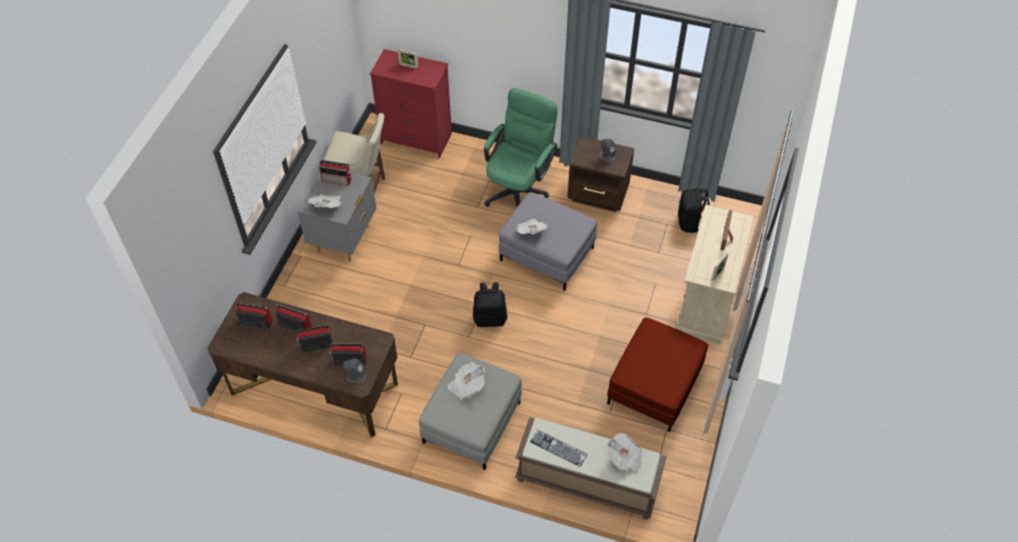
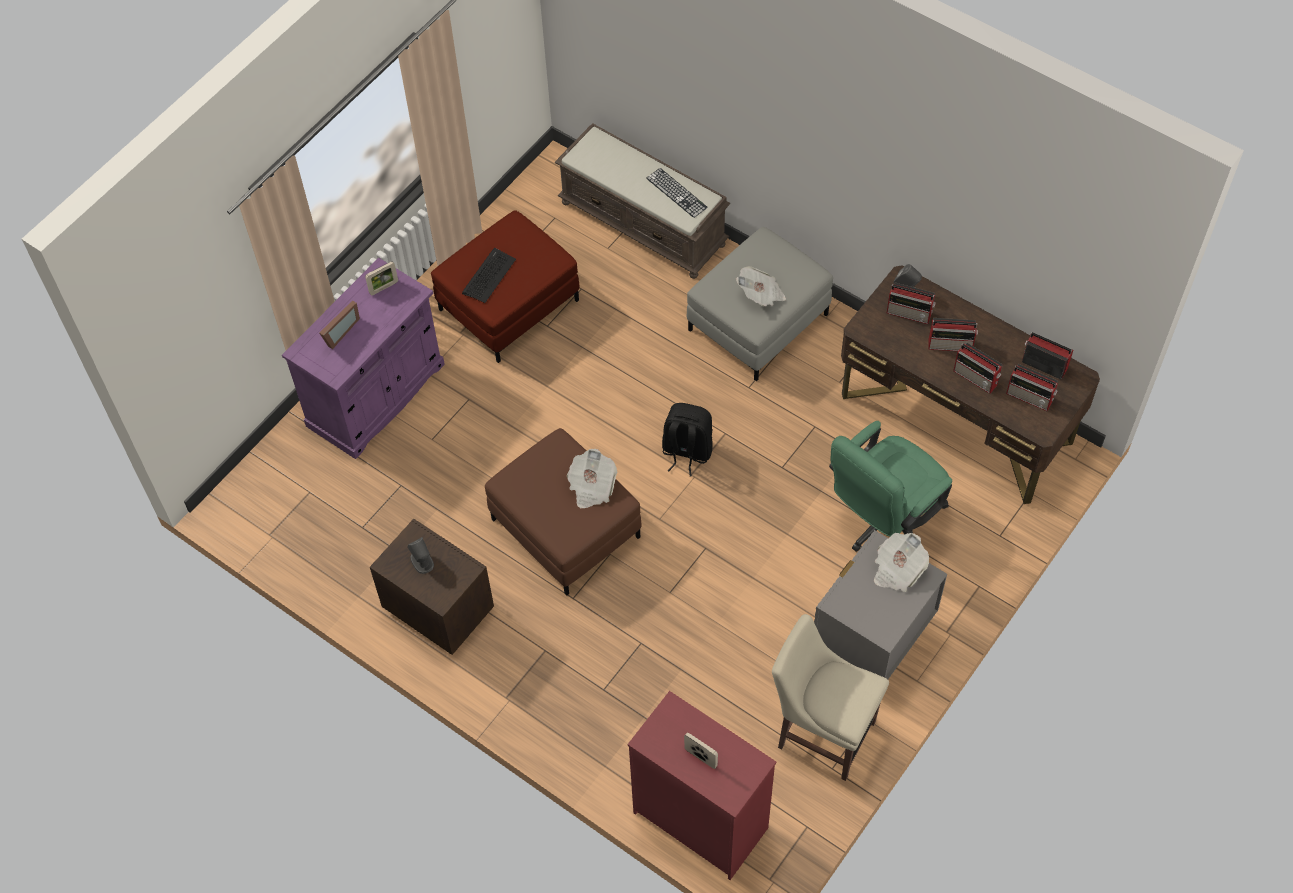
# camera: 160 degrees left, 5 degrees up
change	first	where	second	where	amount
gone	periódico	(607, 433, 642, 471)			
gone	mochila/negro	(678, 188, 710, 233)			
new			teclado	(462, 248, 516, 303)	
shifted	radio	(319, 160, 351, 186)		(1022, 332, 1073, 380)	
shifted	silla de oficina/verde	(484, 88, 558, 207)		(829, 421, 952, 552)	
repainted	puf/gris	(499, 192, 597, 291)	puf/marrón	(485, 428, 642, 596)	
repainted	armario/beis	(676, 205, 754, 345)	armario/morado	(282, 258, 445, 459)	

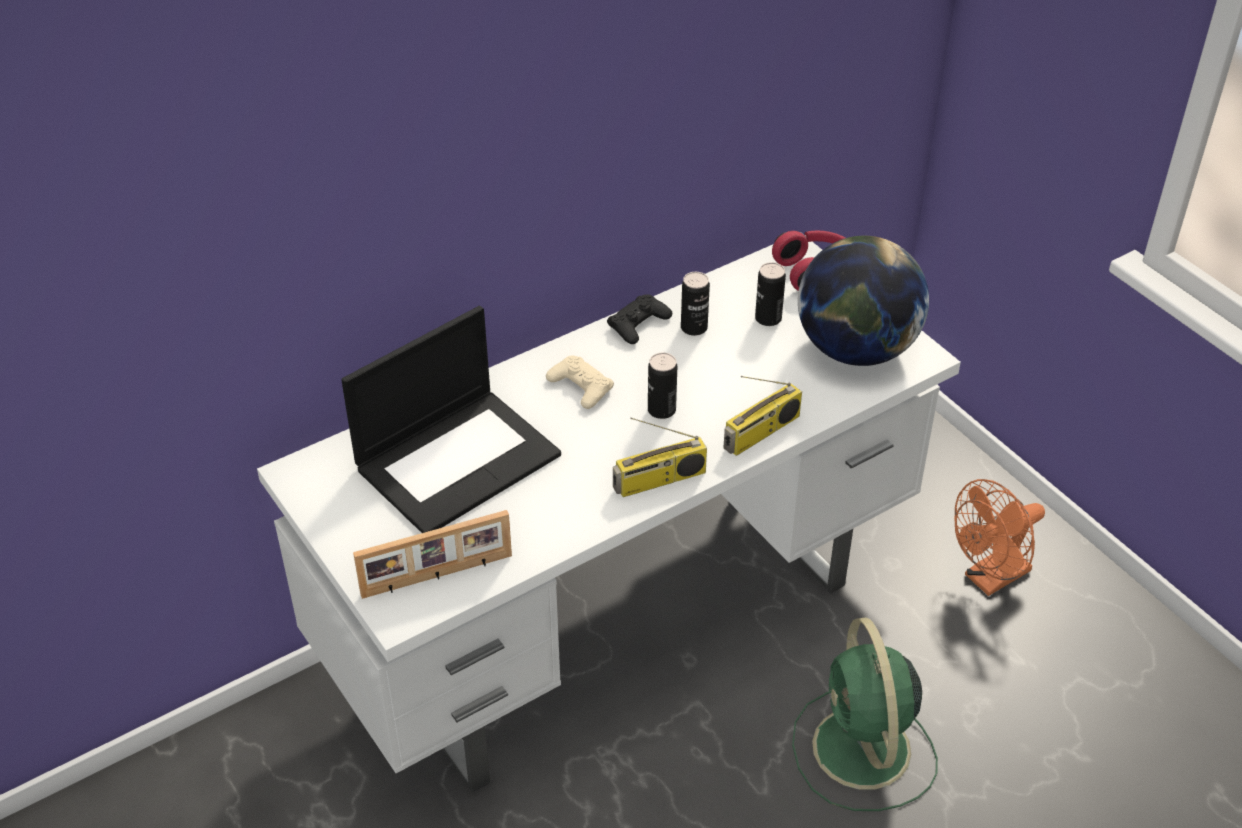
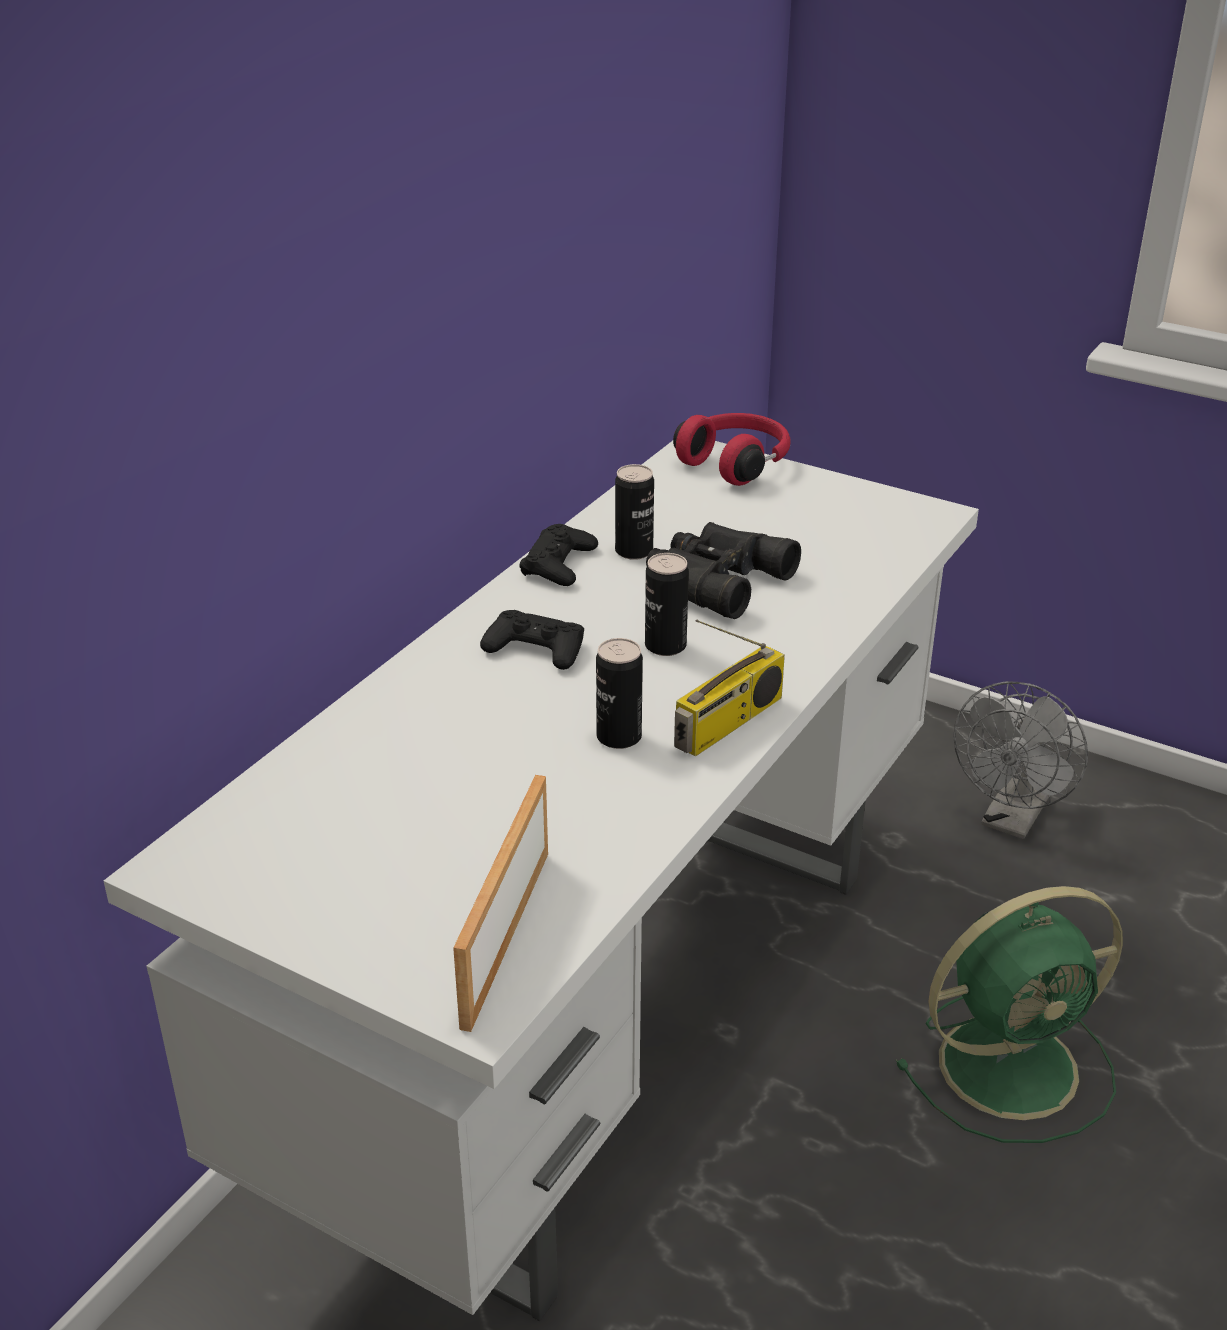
# camera: 25 degrees left, 10 degrees down
change	first	where	second	where	amount
gone	portátil	(341, 306, 561, 533)			
gone	radio	(723, 376, 802, 456)			
gone	globo terráqueo	(798, 236, 929, 366)			
new			prismáticos/negro	(646, 522, 801, 619)	
shifted	lata	(755, 262, 786, 326)		(596, 638, 643, 749)	
repainted	mando de consola/beis	(546, 356, 614, 409)	mando de consola/negro	(480, 610, 584, 670)	
repainted	ventilador/naranja	(954, 479, 1045, 596)	ventilador/gris	(953, 681, 1088, 839)	
rotated	portarretratos	(353, 510, 512, 599)		(453, 775, 548, 1032)	150 degrees clockwise
rotated	ventilador/verde	(792, 617, 938, 811)		(896, 886, 1123, 1143)	75 degrees counterclockwise

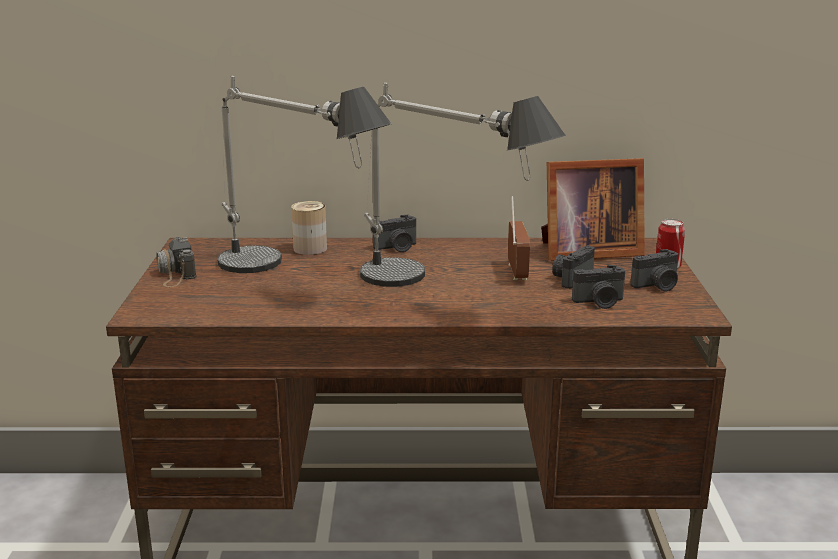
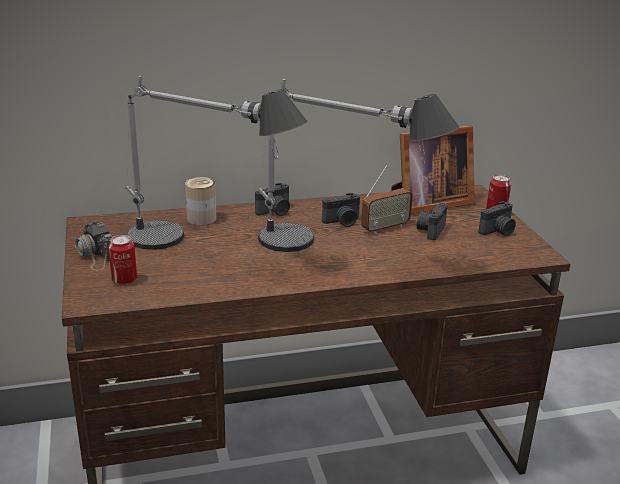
# camera: 15 degrees left, 5 degrees up
change	first	where	second	where	amount
new			lata	(108, 235, 137, 285)	
shifted	cámara	(572, 265, 625, 309)		(322, 193, 360, 227)	
rotated	radio	(508, 196, 530, 280)		(361, 165, 413, 234)	75 degrees clockwise

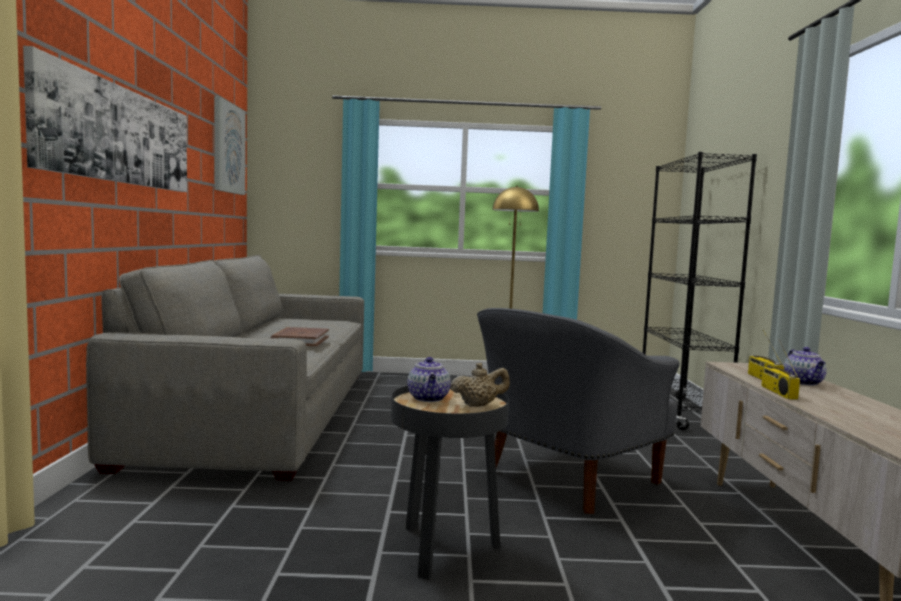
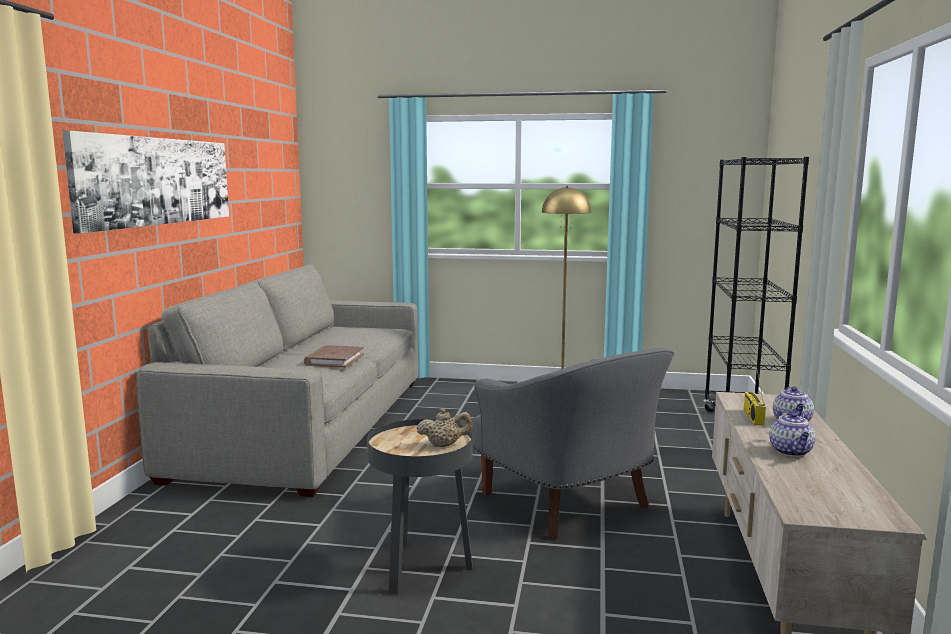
# camera: 10 degrees right, 5 degrees up
change	first	where	second	where	amount
gone	cuadro	(214, 96, 246, 195)			
gone	radio	(761, 338, 800, 400)			
shifted	tetera	(407, 357, 451, 402)		(769, 411, 815, 457)	
rotated	sillón/gris	(477, 308, 680, 514)		(472, 348, 674, 539)	90 degrees counterclockwise

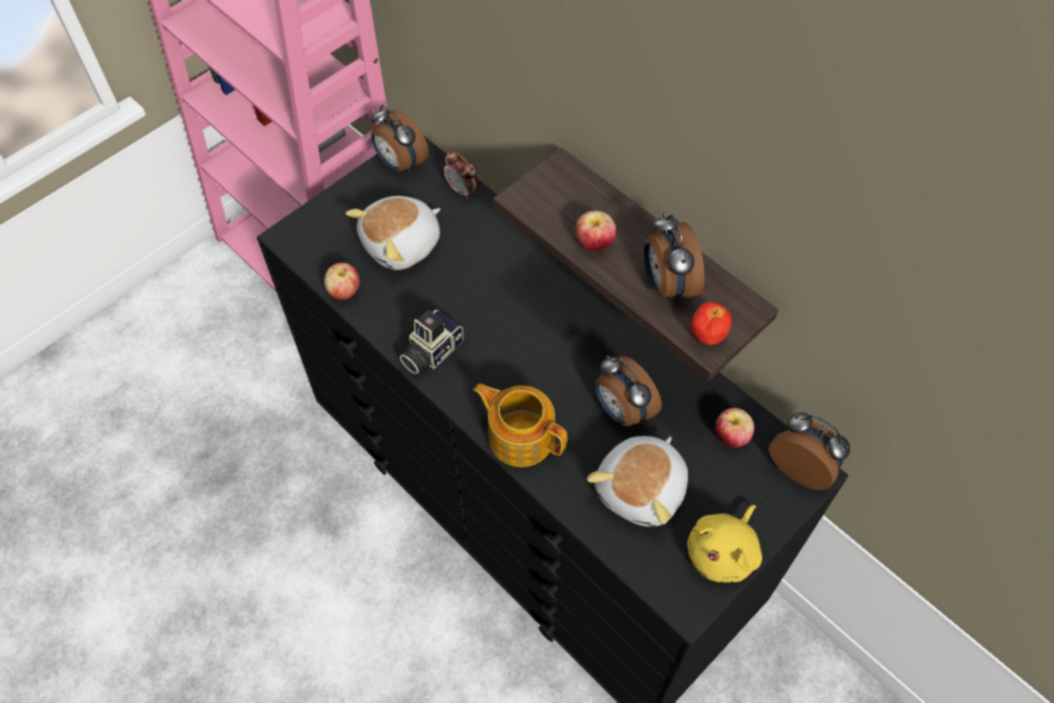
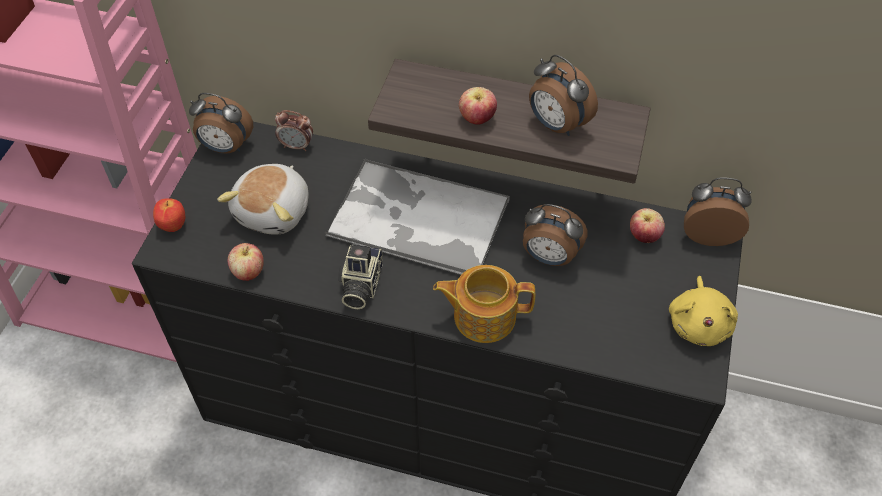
# camera: 30 degrees left, 5 degrees down
change	first	where	second	where	amount
gone	peluche	(587, 436, 688, 527)			
new			bandeja	(325, 159, 510, 275)	
shifted	manzana	(691, 302, 731, 345)		(153, 198, 186, 232)	

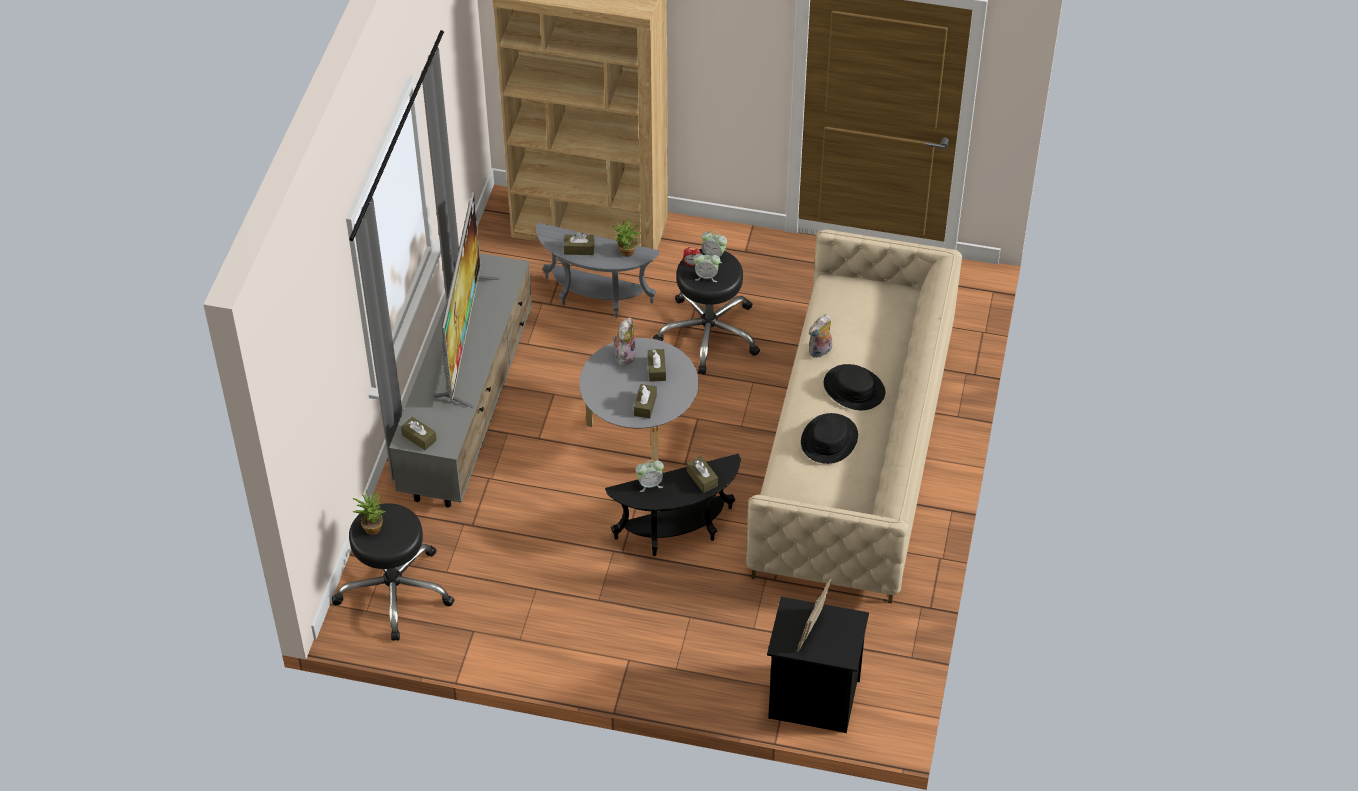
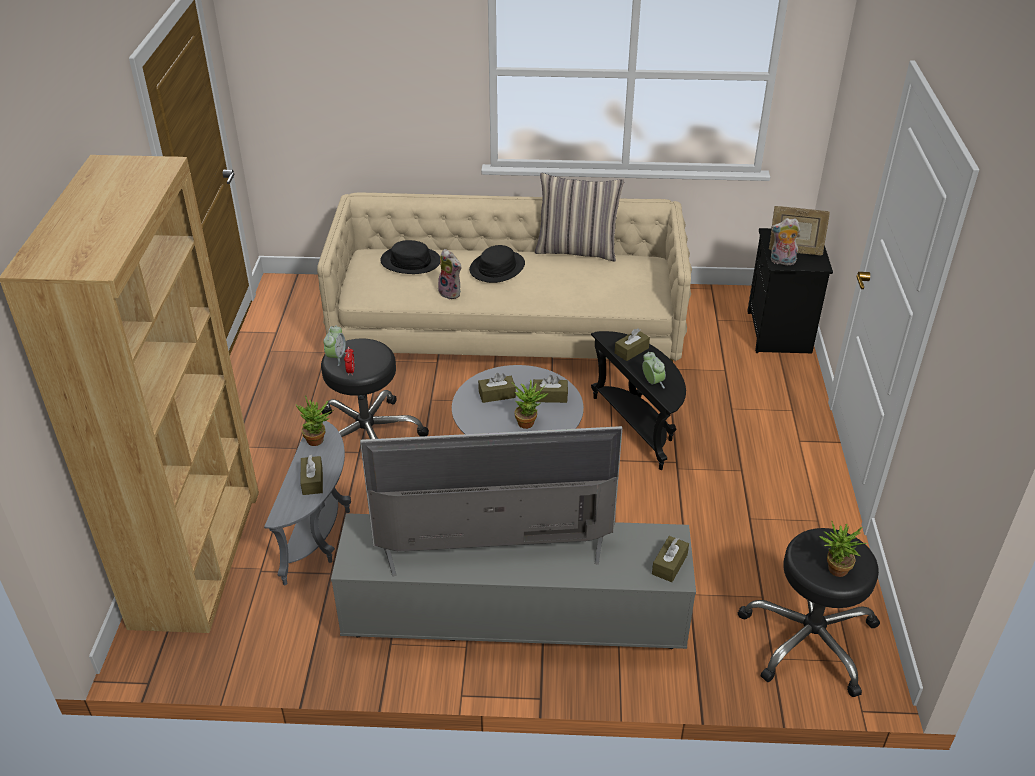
# camera: 100 degrees left, 10 degrees down
change	first	where	second	where	amount
gone	despertador	(694, 252, 720, 282)			
new			planta en maceta	(512, 380, 549, 429)	
new			cojín	(535, 173, 624, 261)	
shifted	peluche	(613, 318, 636, 366)		(771, 218, 800, 265)	
shifted	sombrero/negro	(801, 413, 858, 464)		(380, 240, 440, 274)	

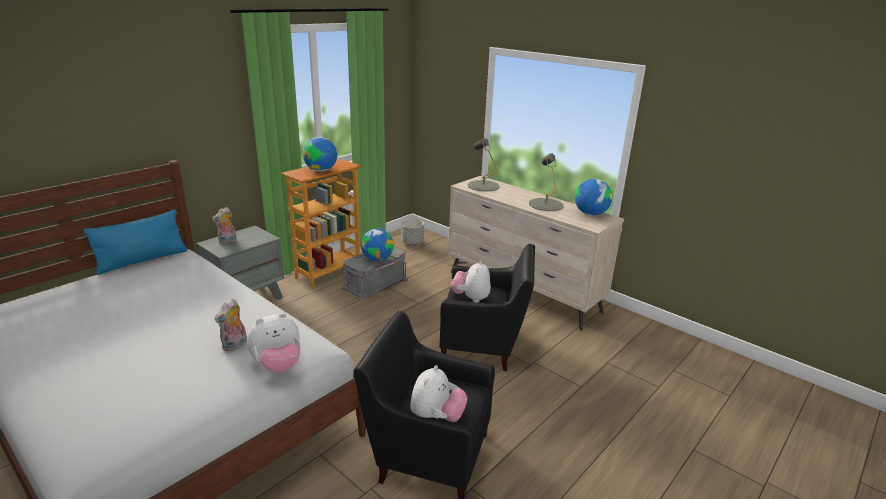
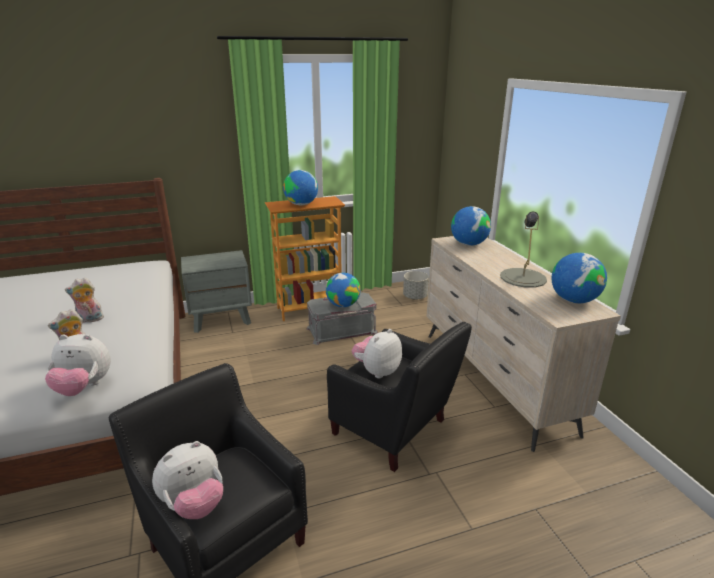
# camera: 30 degrees right, 0 degrees up
change	first	where	second	where	amount
gone	cojín/azul	(83, 209, 188, 275)			
shifted	peluche	(212, 207, 237, 244)		(65, 277, 104, 323)	
swapped	lámpara de mesa/gris	(468, 138, 500, 192)	globo terráqueo	(451, 206, 491, 246)	

